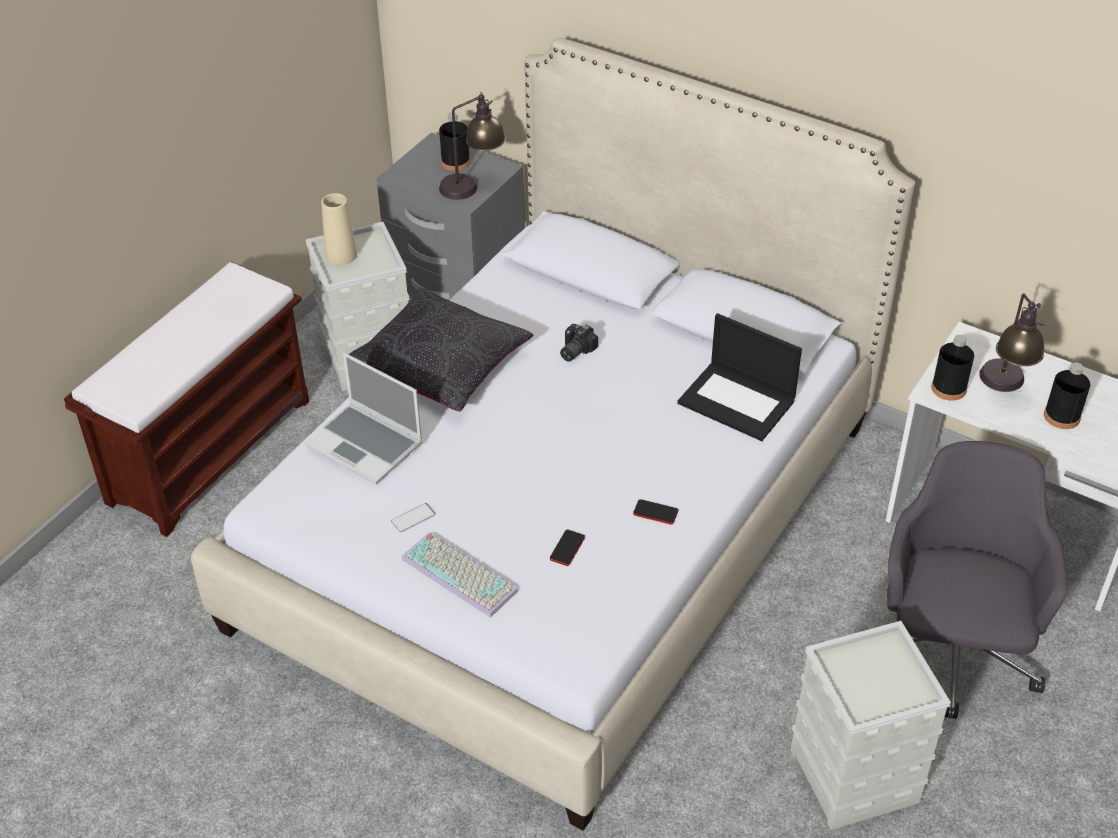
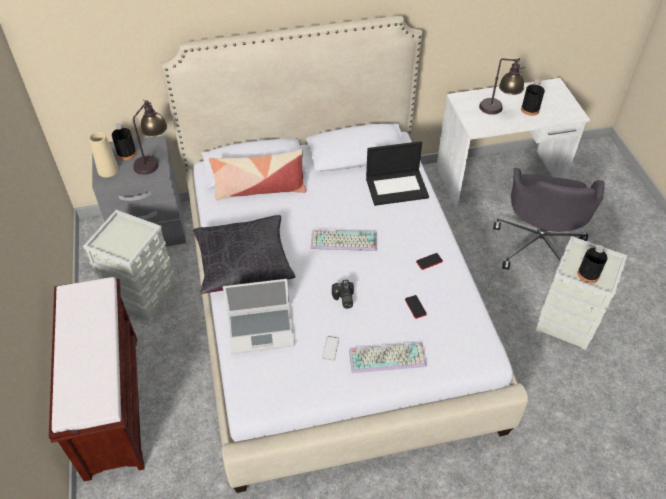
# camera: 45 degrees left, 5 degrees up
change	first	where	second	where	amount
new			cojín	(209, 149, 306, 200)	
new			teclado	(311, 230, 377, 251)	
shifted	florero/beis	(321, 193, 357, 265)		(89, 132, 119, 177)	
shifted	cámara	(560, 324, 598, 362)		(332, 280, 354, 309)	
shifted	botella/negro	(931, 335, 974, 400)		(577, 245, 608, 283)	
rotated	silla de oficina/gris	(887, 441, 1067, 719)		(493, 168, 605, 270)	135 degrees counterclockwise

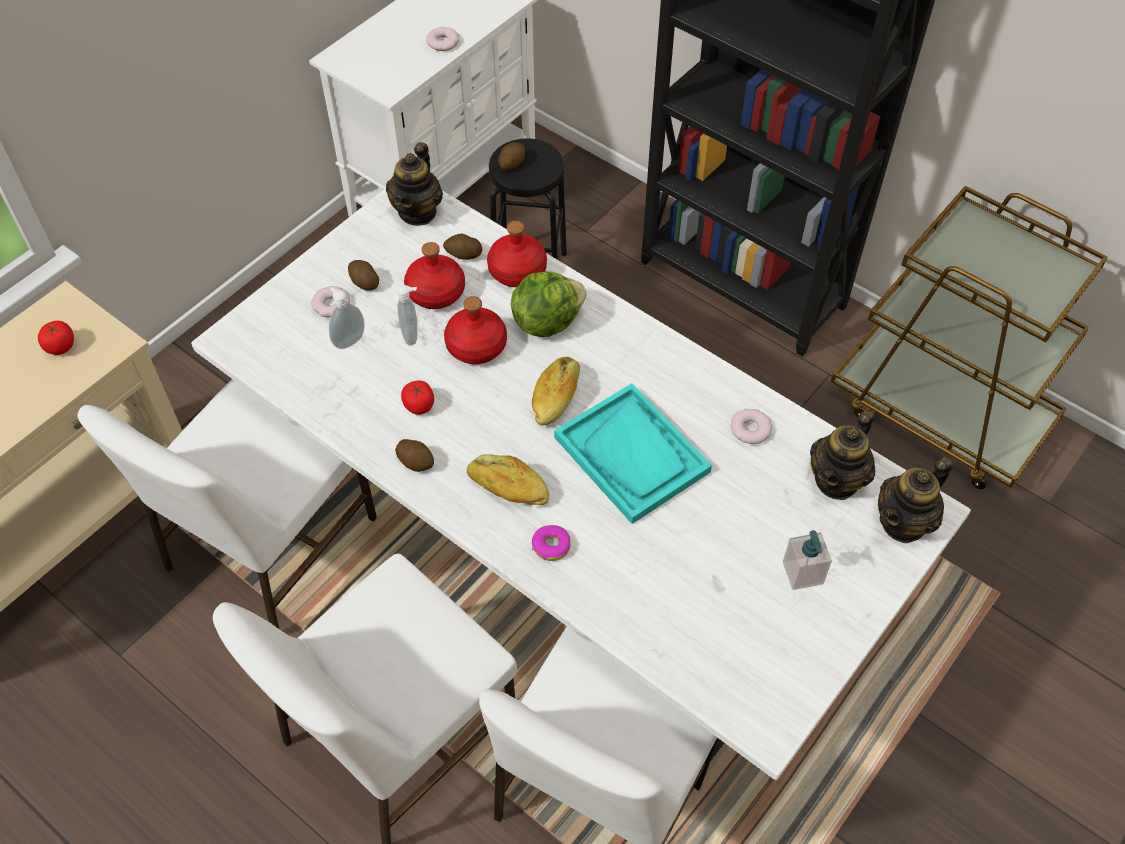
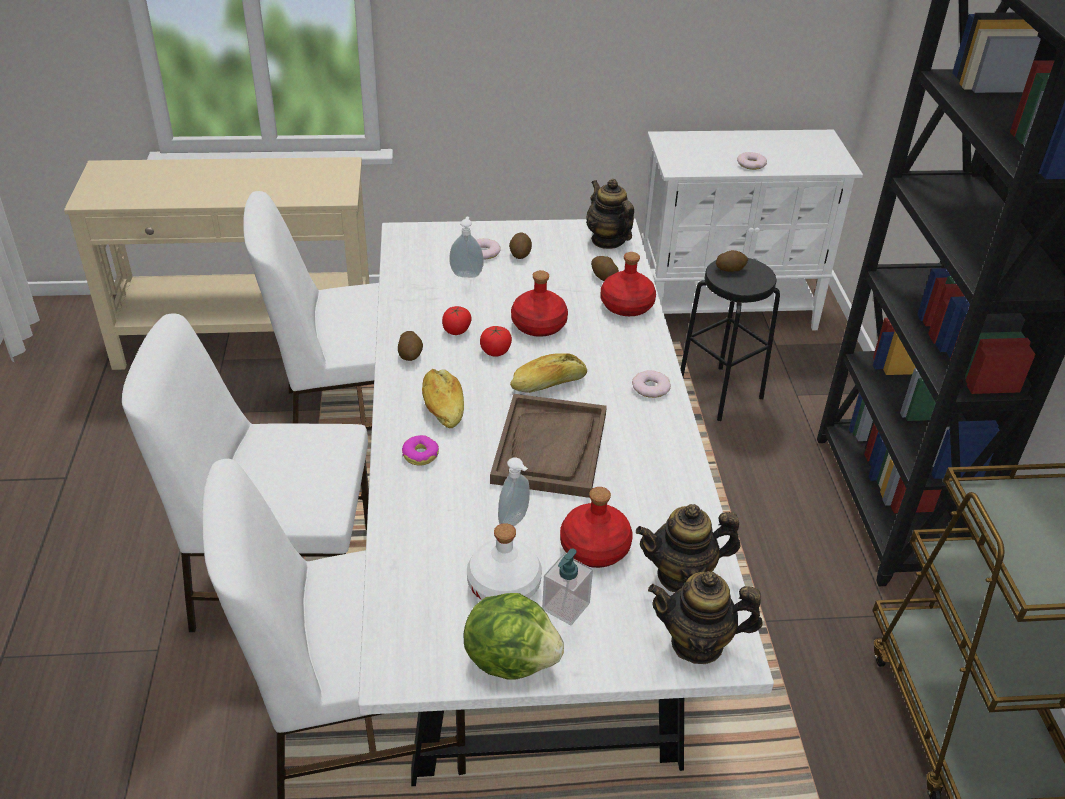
# camera: 45 degrees right, 15 degrees down
change	first	where	second	where	amount
new			botella/blanco	(467, 523, 542, 600)	
shifted	tomate	(38, 321, 74, 355)		(480, 326, 512, 357)	
shifted	dispensador de jabón	(396, 285, 417, 346)		(498, 457, 530, 526)	
shifted	botella/rojo	(404, 242, 465, 309)		(560, 487, 633, 568)	
shifted	lechuga	(511, 271, 587, 337)		(463, 593, 564, 680)	
shifted	rosquilla	(731, 409, 773, 444)		(632, 370, 671, 398)	
repainted	bandeja/turquesa	(554, 383, 712, 524)	bandeja/marrón	(490, 394, 607, 498)	
rotated	tetera	(386, 142, 443, 226)		(586, 179, 634, 249)	90 degrees clockwise

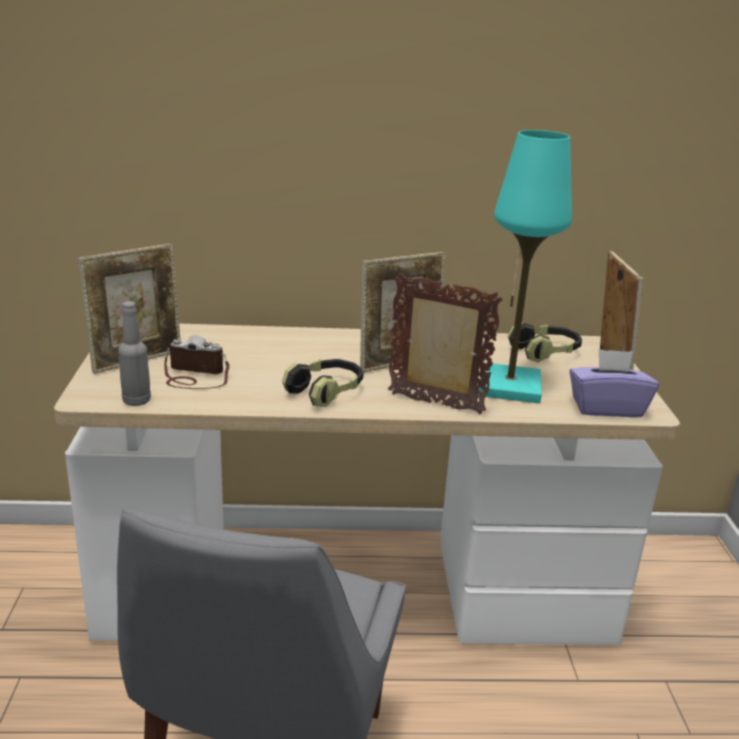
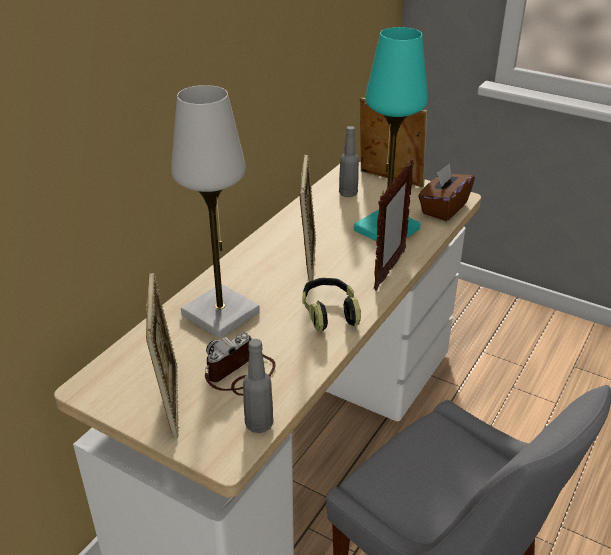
# camera: 55 degrees left, 10 degrees up
change	first	where	second	where	amount
new			lámpara de mesa/blanco	(171, 85, 260, 338)	
swapped	auriculares	(508, 323, 582, 363)	botella/gris	(339, 126, 359, 197)	
repainted	caja de pañuelos/morado	(569, 349, 659, 418)	caja de pañuelos/marrón	(418, 163, 475, 221)	
rotated	portarretratos	(388, 273, 503, 415)		(374, 159, 414, 291)	150 degrees clockwise

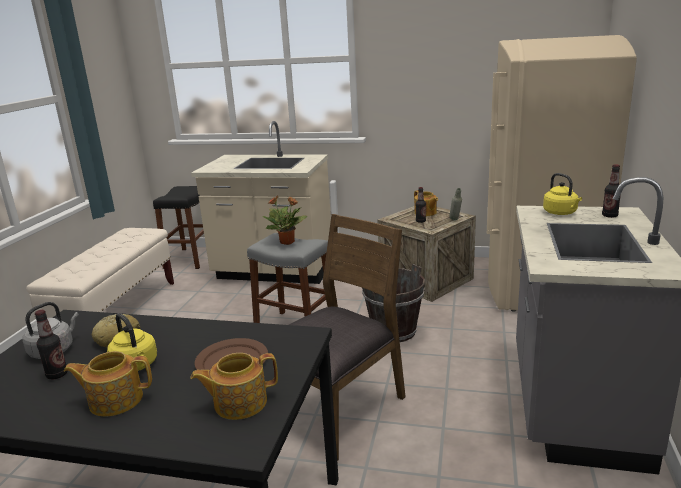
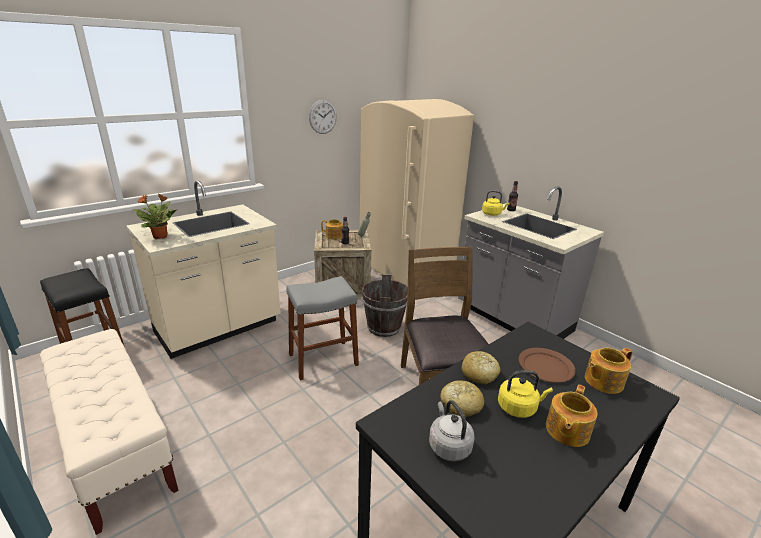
# camera: 55 degrees left, 5 degrees up
change	first	where	second	where	amount
gone	botella	(35, 310, 67, 379)			
new			reloj de pared	(309, 100, 337, 134)	
new			pan	(461, 351, 500, 384)	
shifted	planta en maceta	(262, 196, 307, 245)		(133, 194, 176, 239)	
rotated	tetera	(190, 353, 278, 420)		(585, 348, 633, 394)	45 degrees clockwise

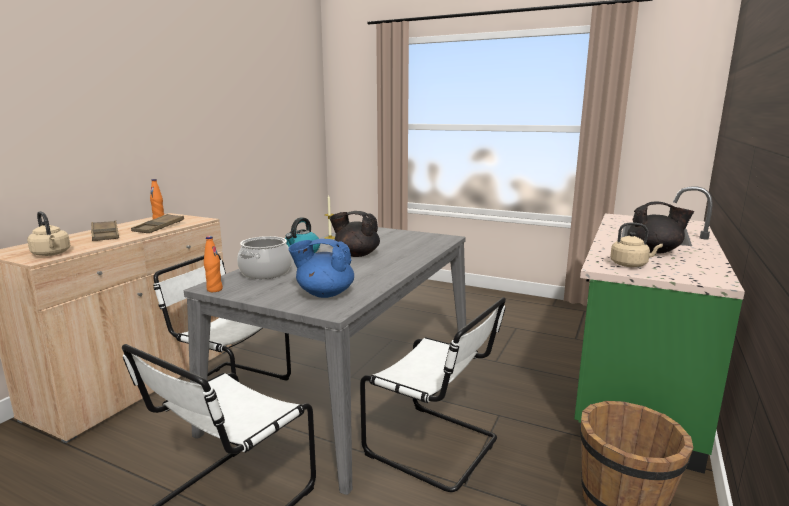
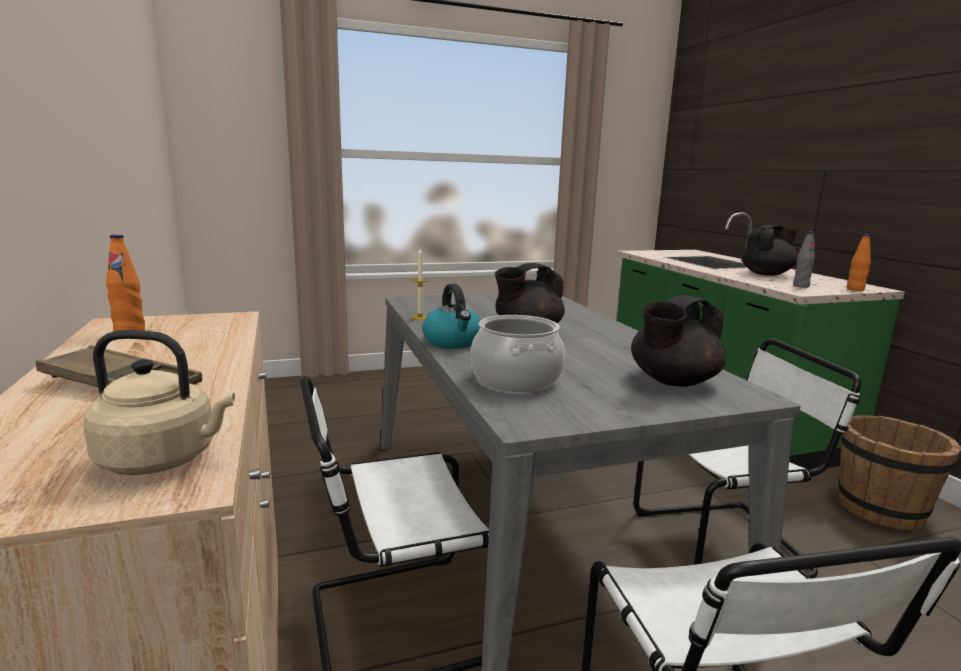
# camera: 45 degrees left, 0 degrees up
change	first	where	second	where	amount
gone	bandeja/marrón	(131, 214, 184, 233)			
shifted	botella/naranja	(204, 236, 223, 292)		(847, 234, 871, 291)	
swapped	hervidor/beis	(610, 223, 663, 267)	botella/gris	(793, 231, 815, 288)	
repainted	tetera/azul	(288, 239, 354, 298)	tetera/negro	(631, 295, 726, 387)	

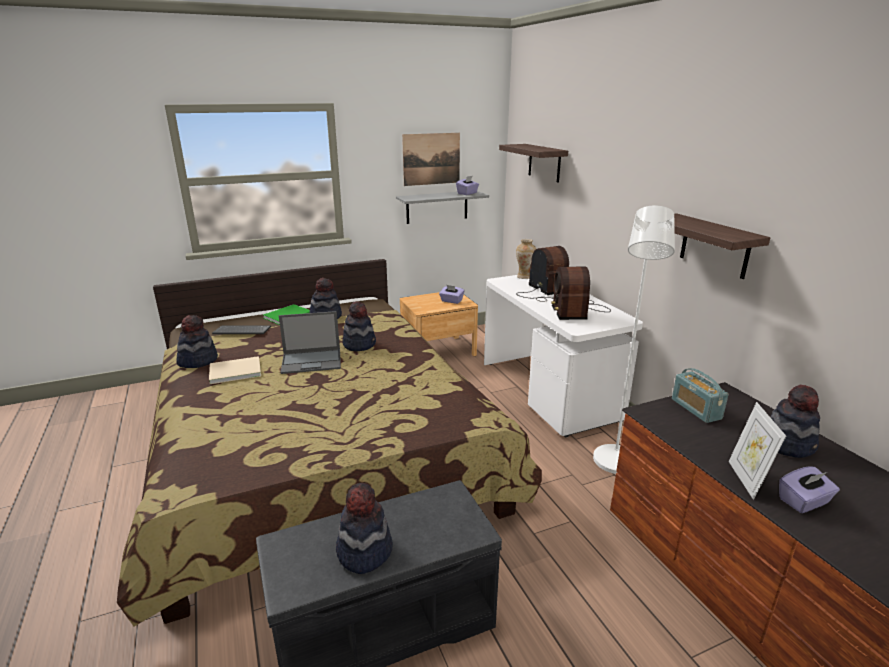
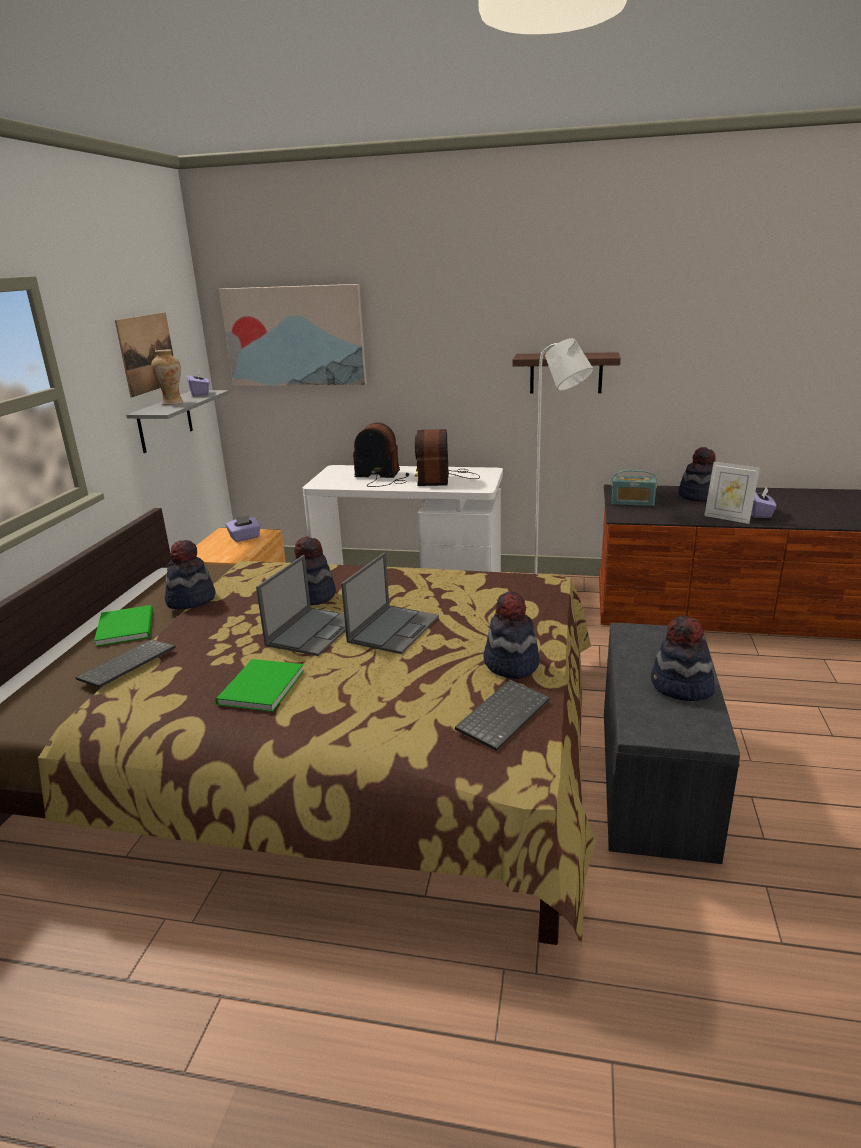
# camera: 55 degrees left, 0 degrees up
change	first	where	second	where	amount
new			portátil	(341, 552, 439, 654)	
new			teclado	(455, 680, 550, 751)	
shifted	sombrero	(176, 315, 218, 368)		(484, 591, 540, 679)	
shifted	florero	(516, 239, 536, 279)		(151, 349, 183, 405)	
swapped	estante	(499, 144, 568, 183)	cuadro	(219, 284, 367, 386)	
repainted	libro/beis	(209, 356, 261, 384)	libro/verde	(215, 659, 304, 712)	
rotated	radio	(551, 267, 611, 320)		(415, 429, 480, 486)	60 degrees clockwise

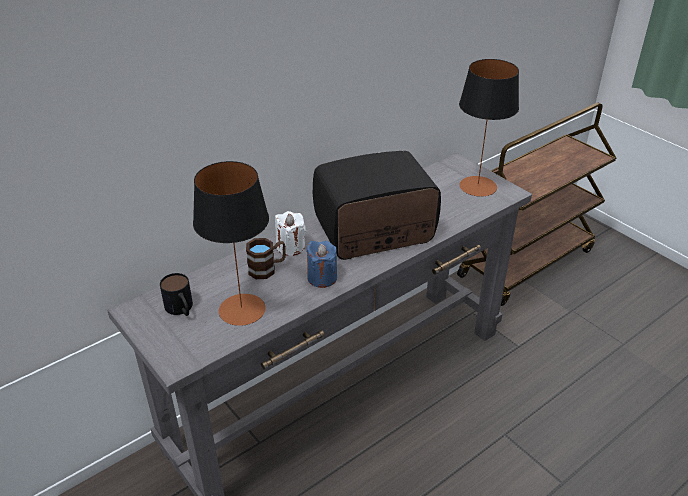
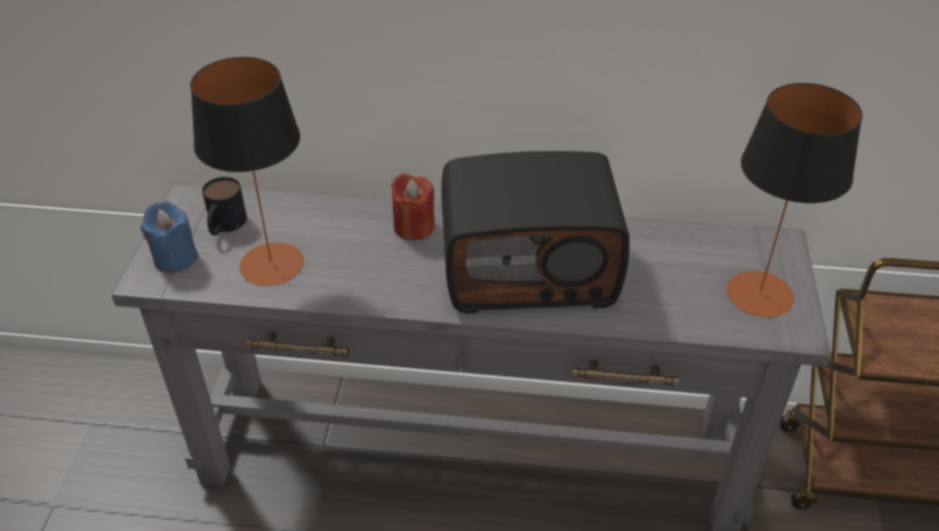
# camera: 45 degrees right, 5 degrees up
change	first	where	second	where	amount
gone	taza grande/marrón	(246, 238, 286, 279)			
shifted	vela/azul	(306, 241, 337, 288)		(140, 201, 199, 273)	
repainted	vela/blanco	(275, 211, 306, 256)	vela/rojo	(391, 174, 435, 241)	
rotated	radio	(313, 151, 441, 260)		(441, 151, 630, 314)	150 degrees clockwise

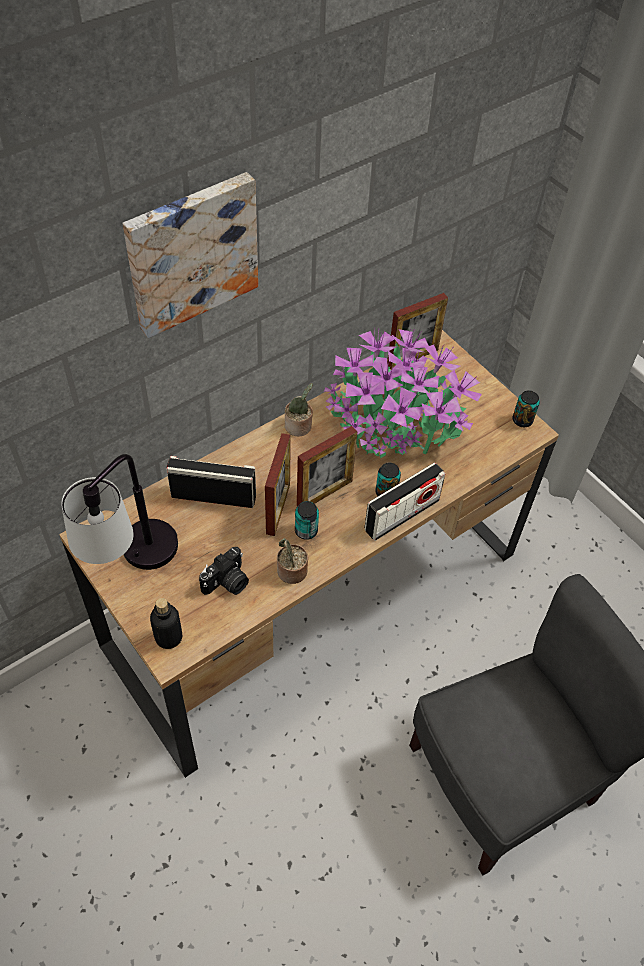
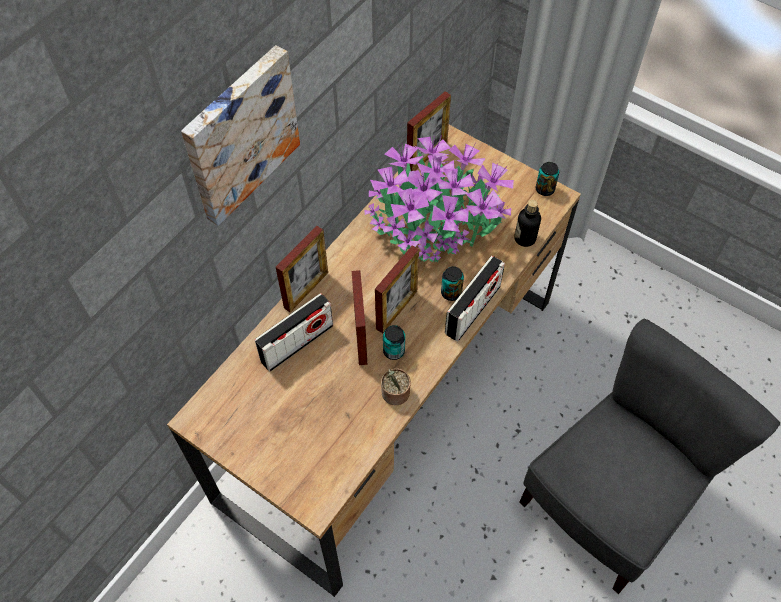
# camera: 15 degrees left, 5 degrees up
change	first	where	second	where	amount
gone	lámpara de mesa	(61, 454, 178, 570)			
gone	cámara	(199, 547, 249, 595)			
gone	planta en maceta	(285, 383, 313, 436)			
new			portarretratos	(276, 226, 328, 312)	
shifted	botella	(150, 598, 182, 649)		(514, 200, 541, 247)	
rotated	radio	(167, 456, 256, 508)		(255, 293, 333, 372)	150 degrees clockwise

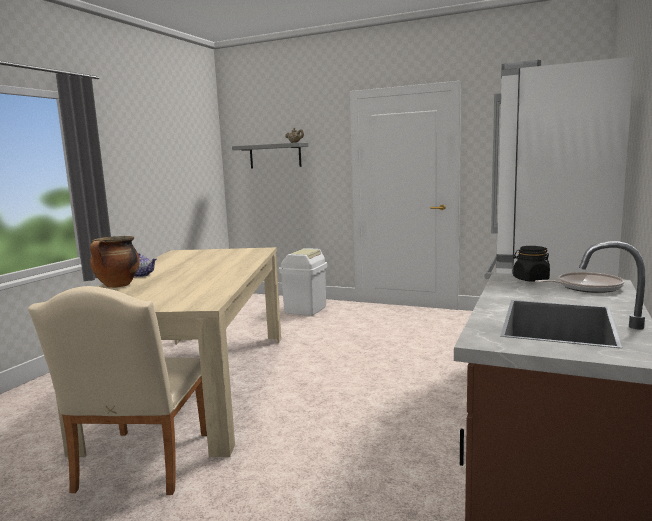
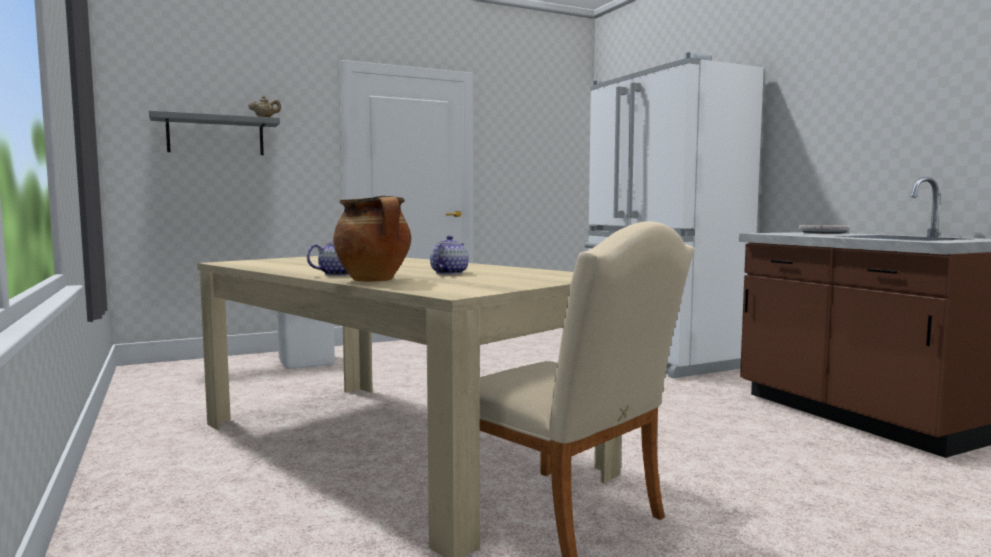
# camera: 50 degrees left, 5 degrees down
change	first	where	second	where	amount
gone	tarro/negro	(513, 246, 550, 282)			
new			tetera	(430, 236, 469, 275)	

